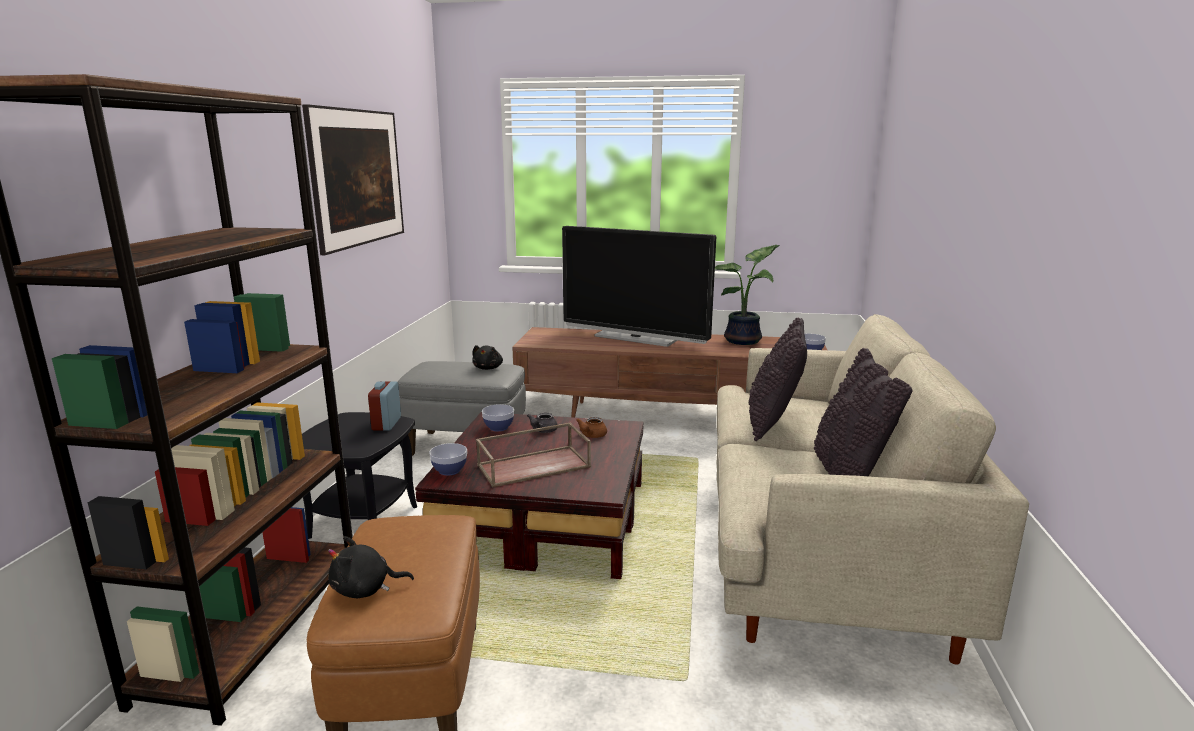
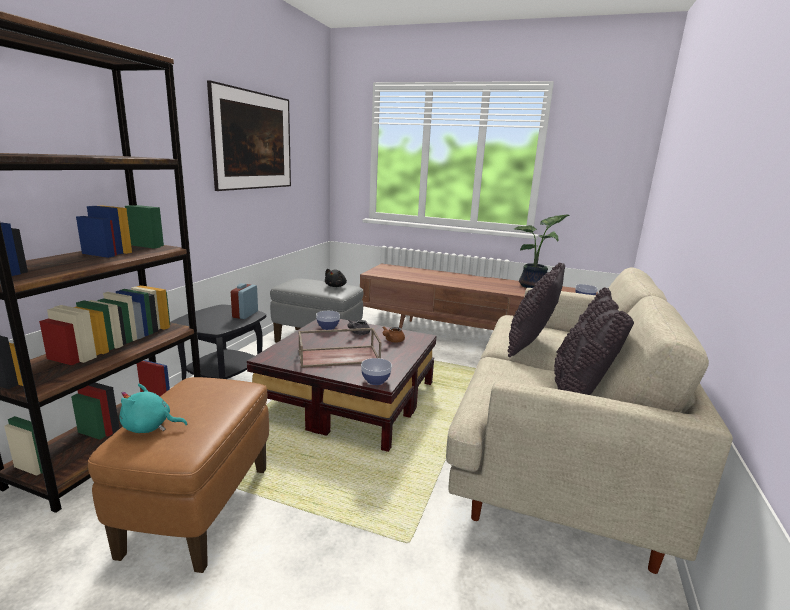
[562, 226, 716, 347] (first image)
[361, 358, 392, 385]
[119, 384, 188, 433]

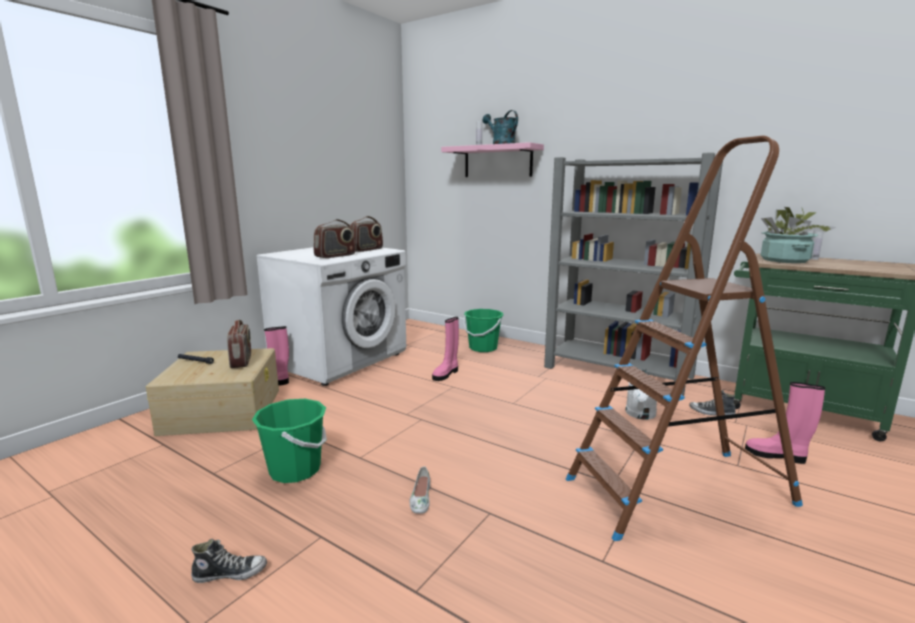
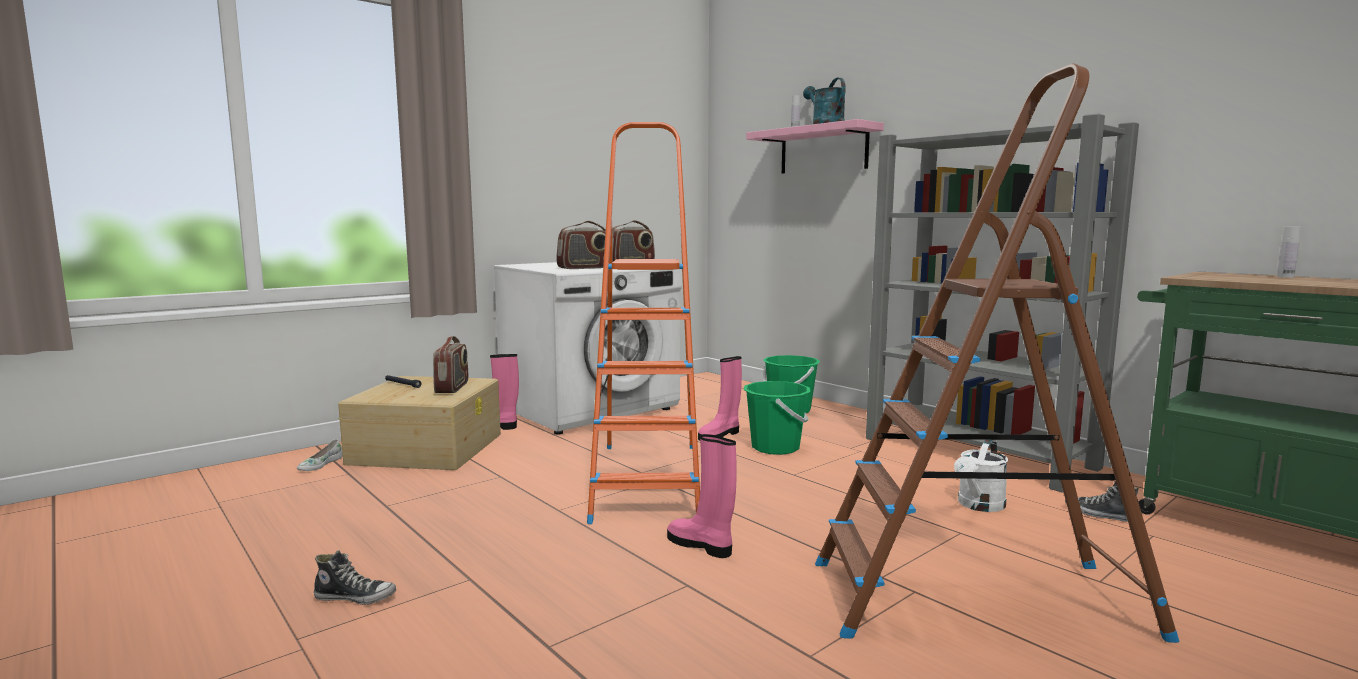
[761, 207, 836, 263] (first image)
[587, 122, 700, 524]
[744, 381, 811, 455]
[297, 439, 343, 471]
[667, 434, 737, 558]

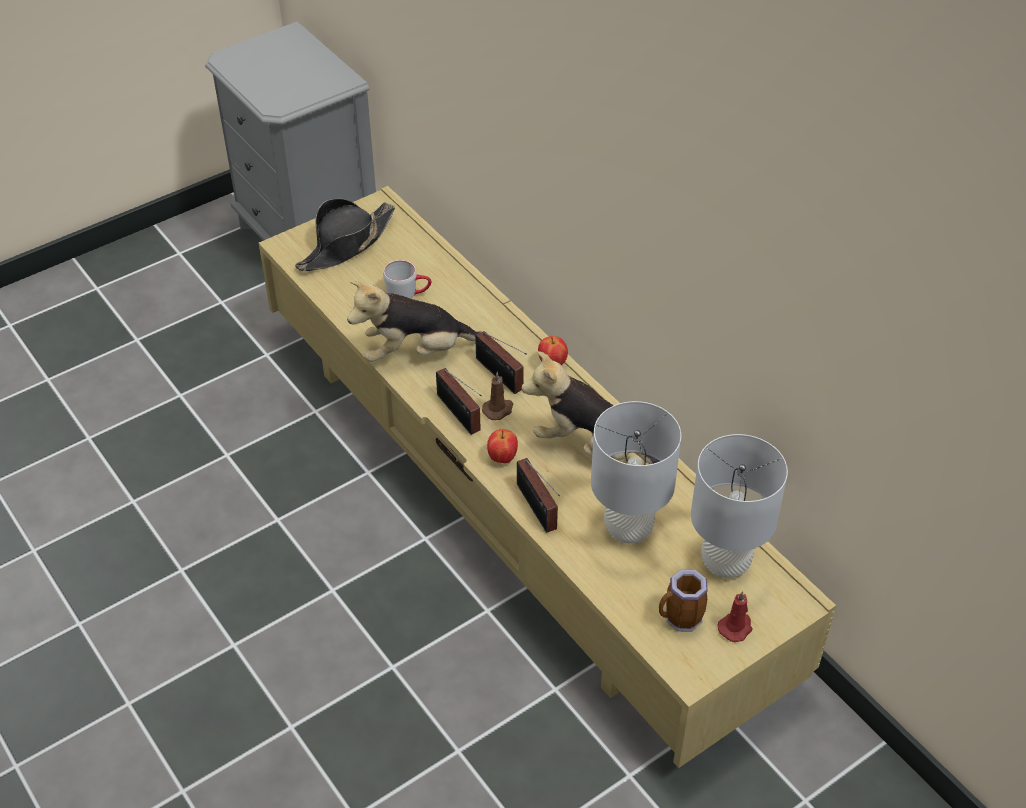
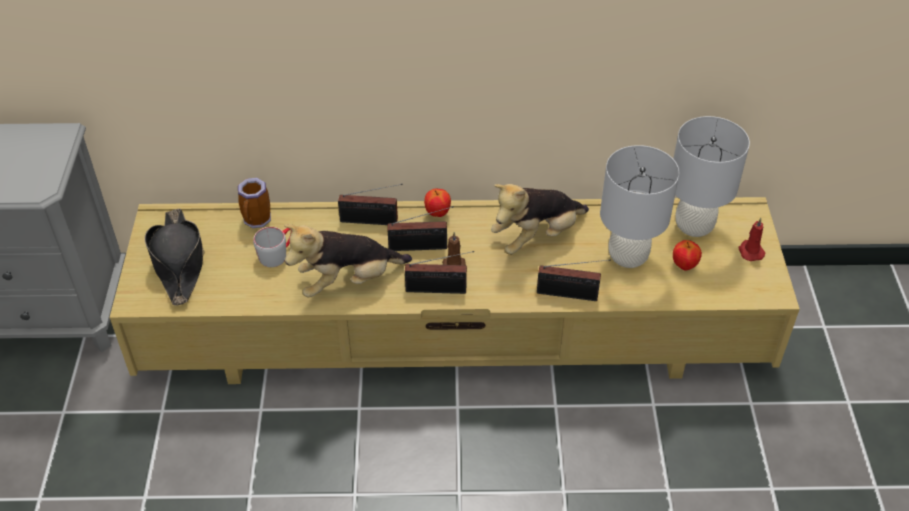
[338, 184, 403, 225]
[673, 240, 702, 271]
[238, 178, 271, 228]
[284, 224, 412, 297]

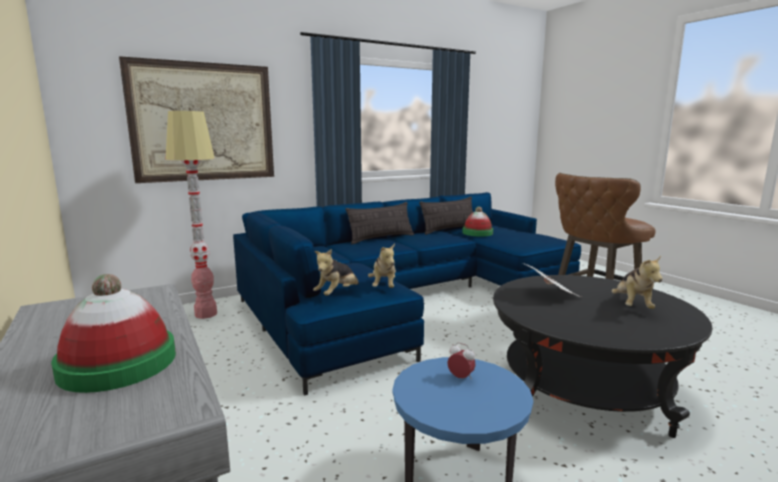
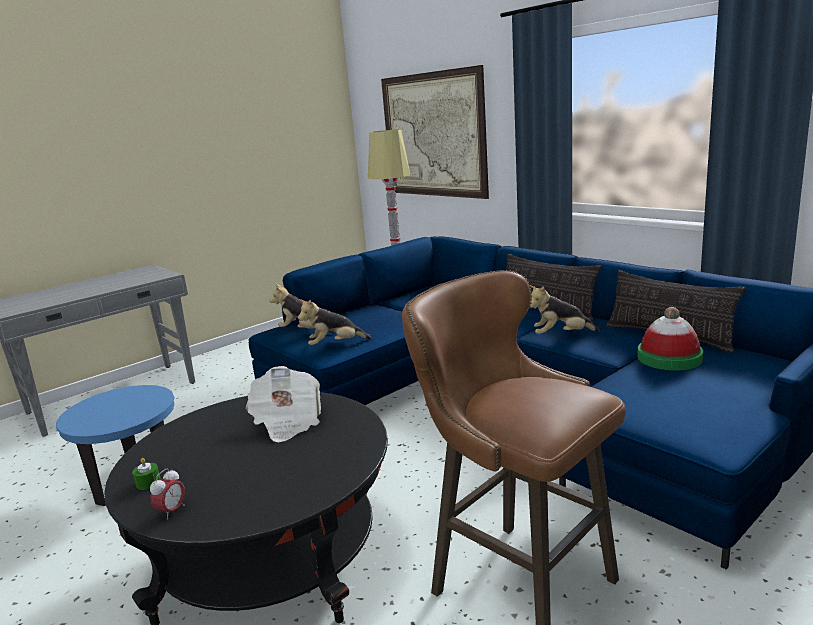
[51, 274, 176, 393] (first image)
[132, 458, 161, 490]
[150, 468, 185, 520]
[530, 285, 600, 334]

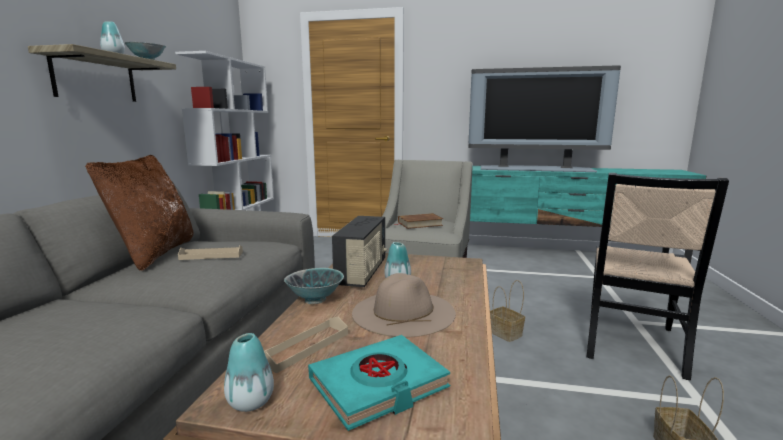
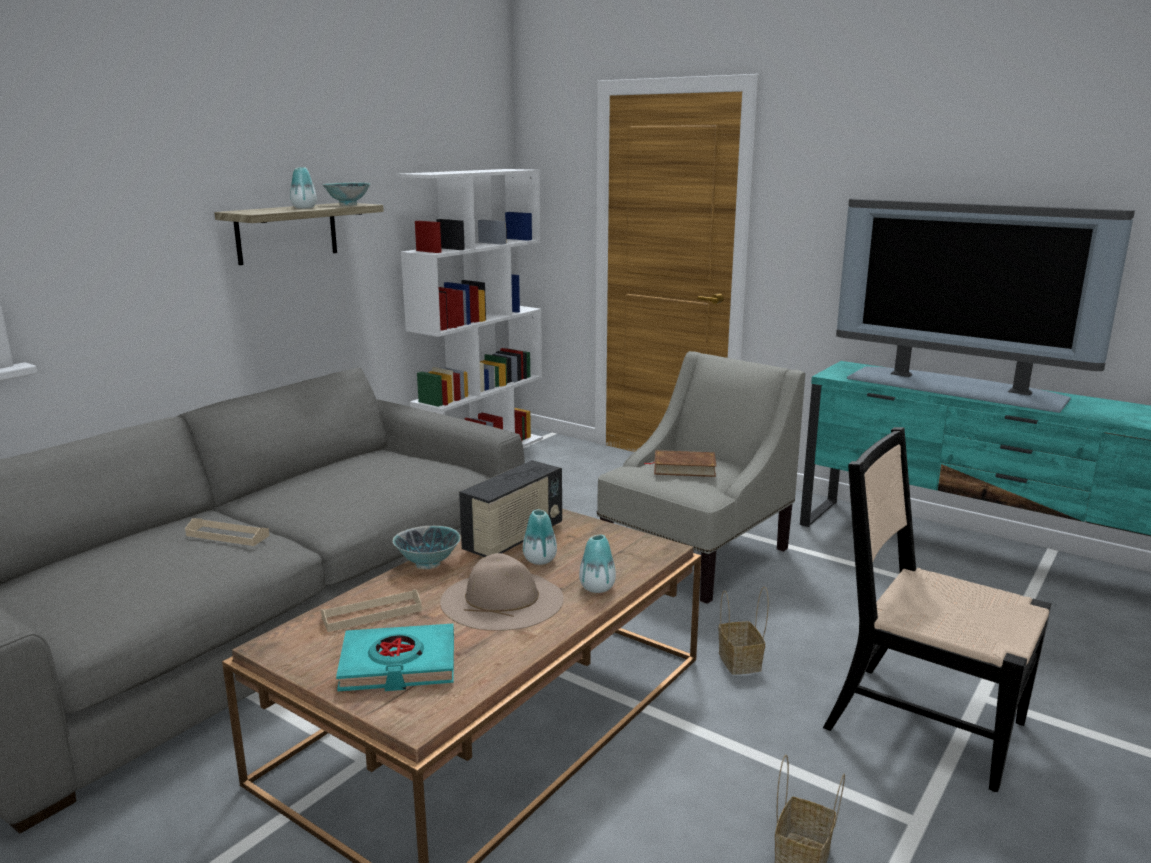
[85, 155, 194, 271] (first image)
[185, 518, 269, 546]
[579, 534, 616, 593]
[823, 427, 1051, 793]

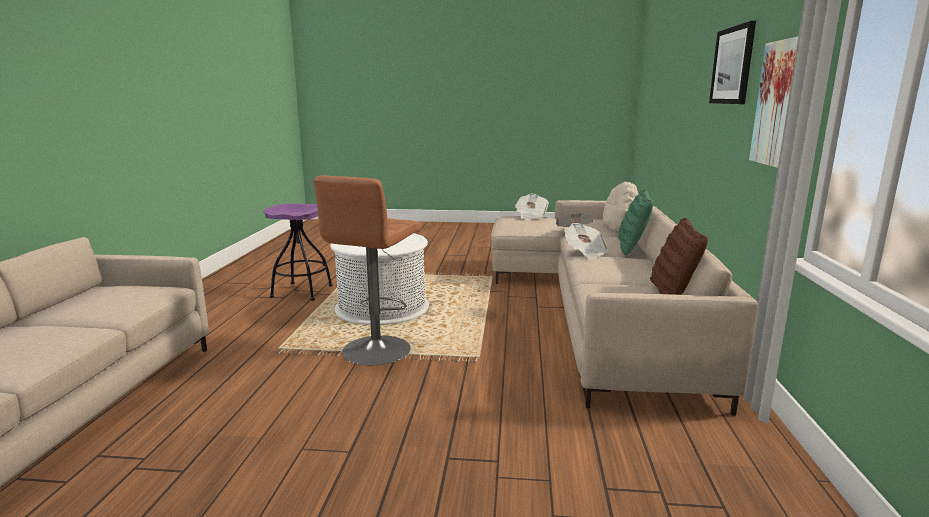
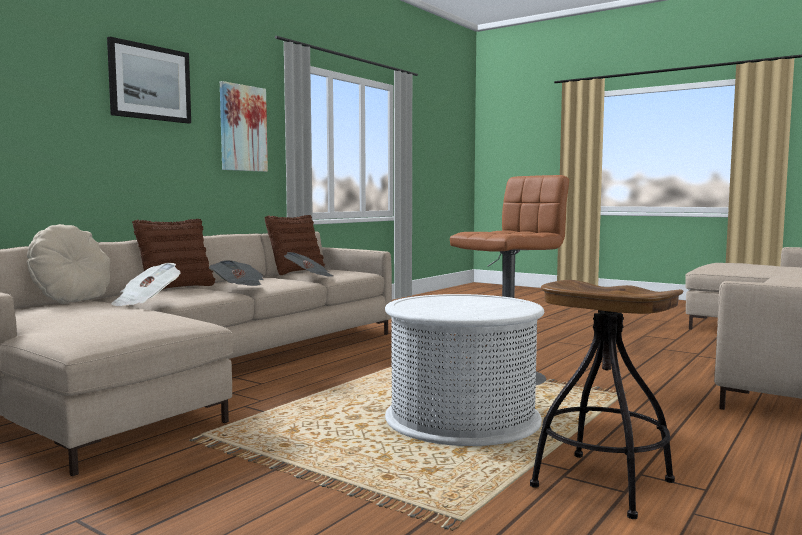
[284, 252, 333, 277]
[530, 280, 684, 519]
[132, 219, 216, 289]

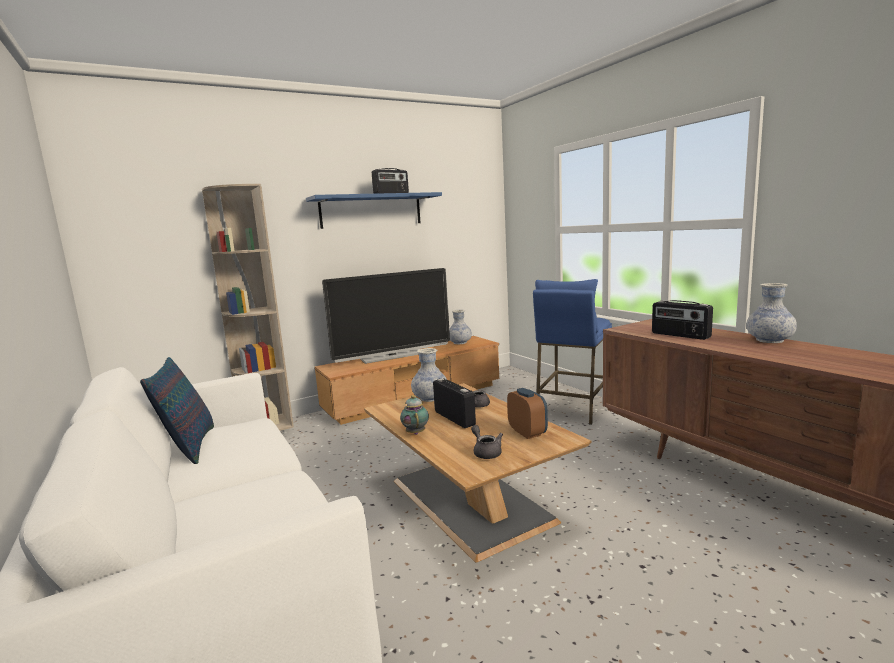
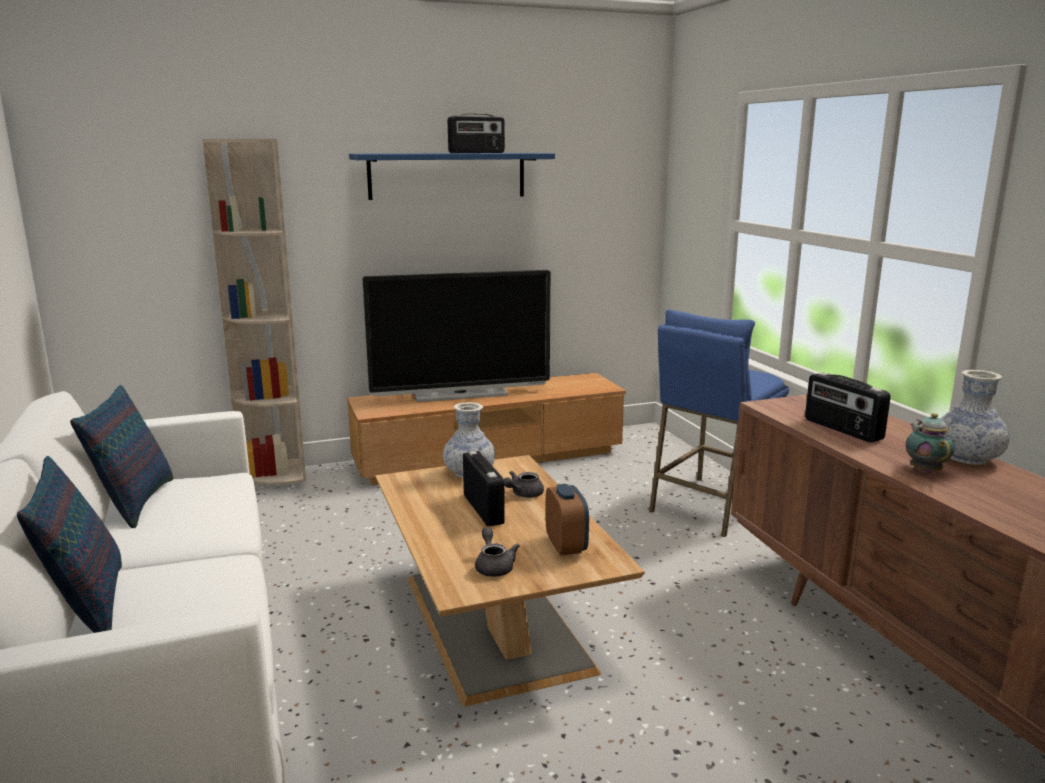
[449, 310, 472, 344] (first image)
[17, 456, 122, 633]
[906, 413, 954, 473]

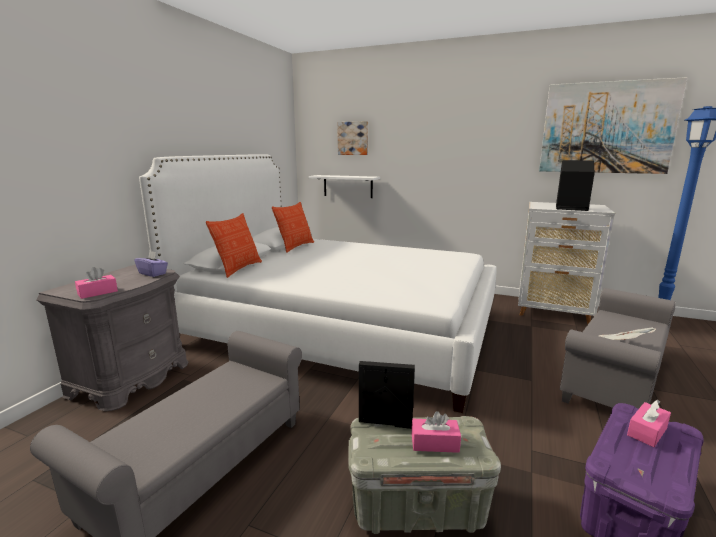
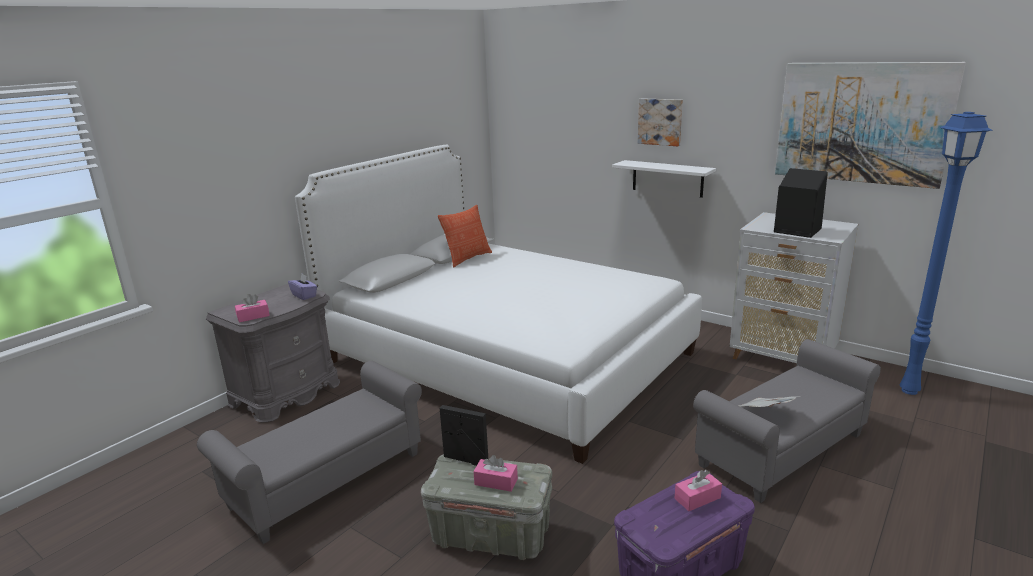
[206, 213, 262, 278] (first image)
[612, 160, 716, 198]
[638, 98, 683, 146]

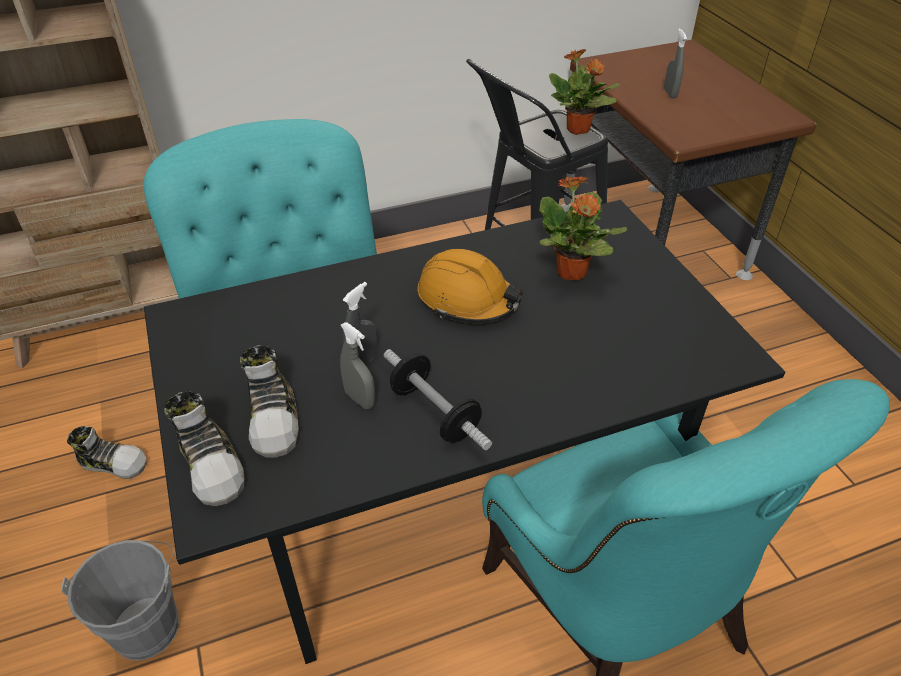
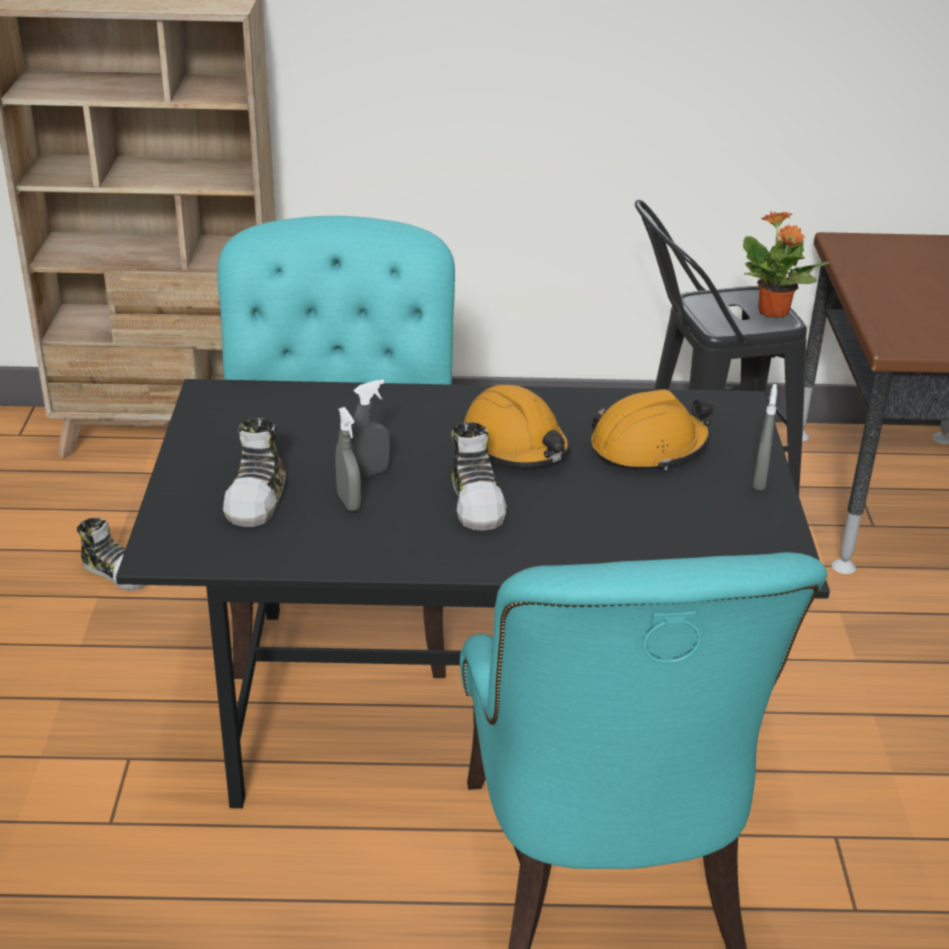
[61, 540, 179, 660] (first image)
[383, 349, 492, 450] (first image)
[451, 422, 507, 531]
[753, 384, 777, 491]
[591, 389, 714, 470]

